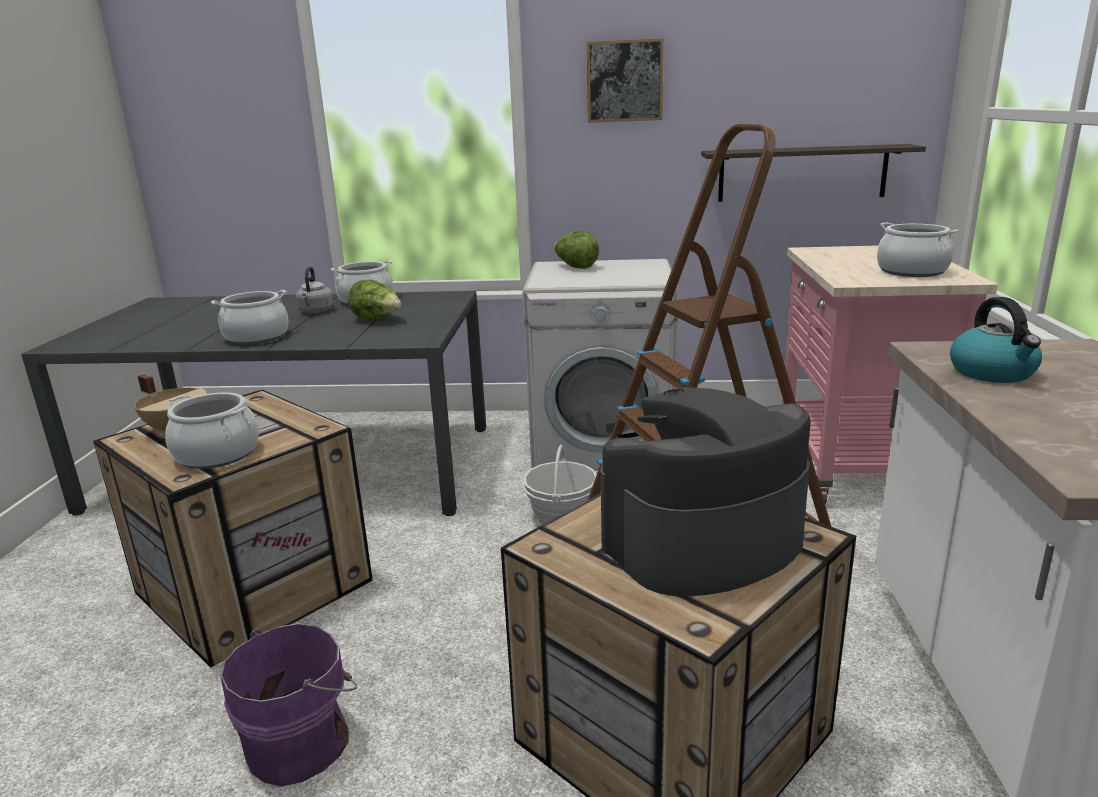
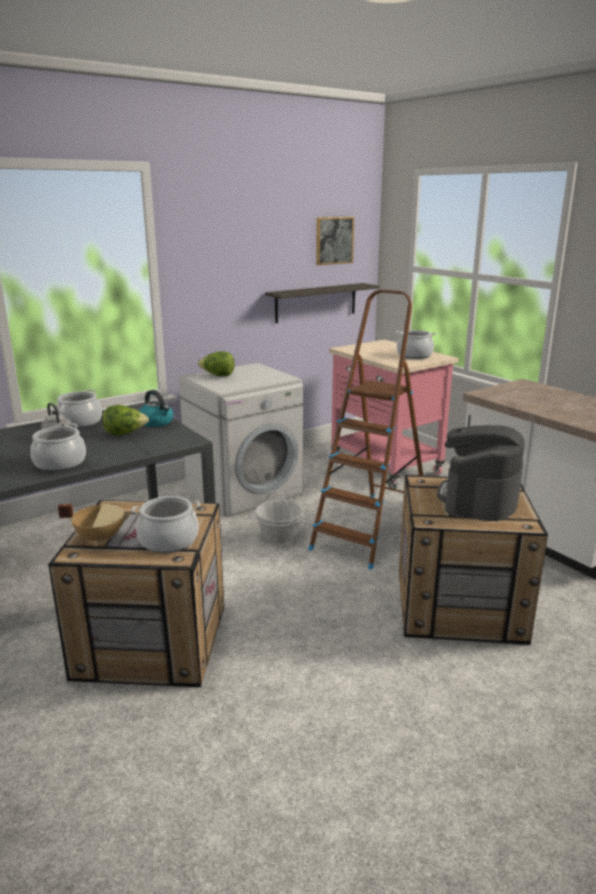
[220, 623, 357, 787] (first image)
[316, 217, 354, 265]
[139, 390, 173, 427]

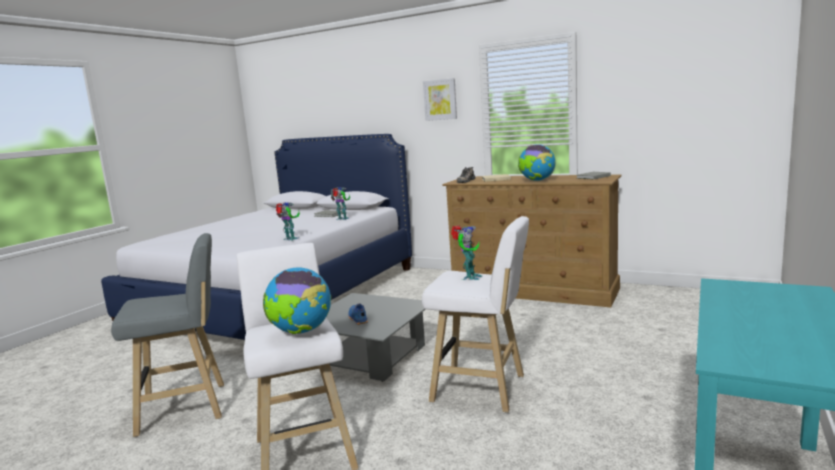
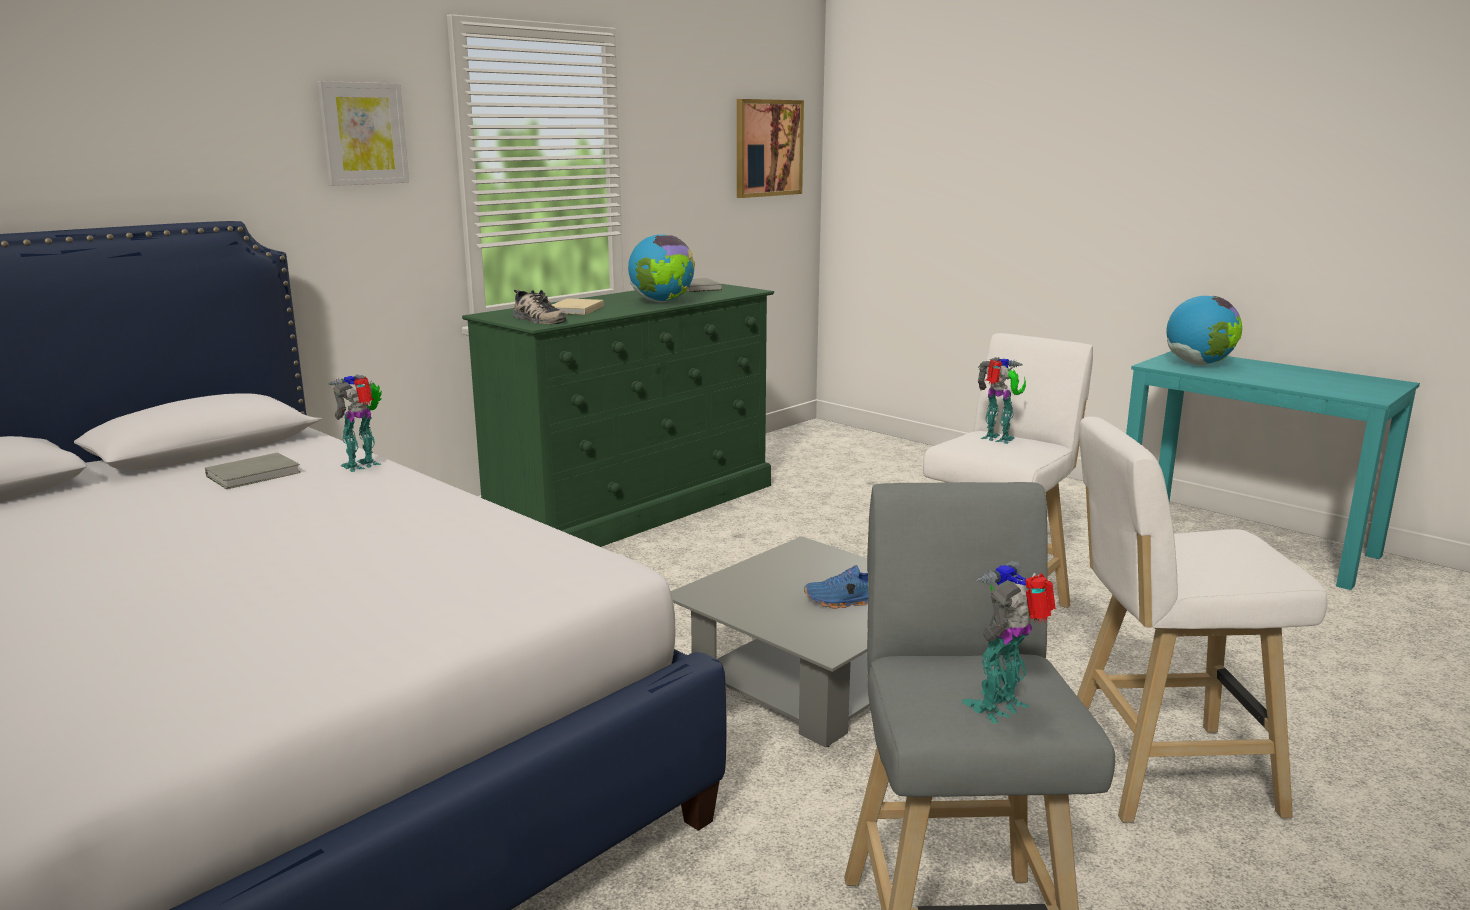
[737, 99, 804, 198]
[1166, 296, 1242, 365]
[962, 561, 1056, 724]
[462, 284, 774, 547]

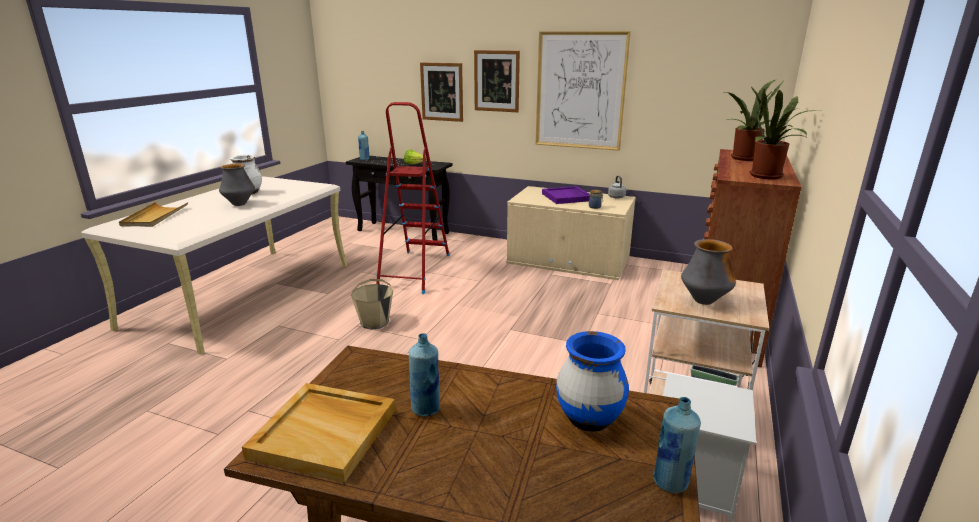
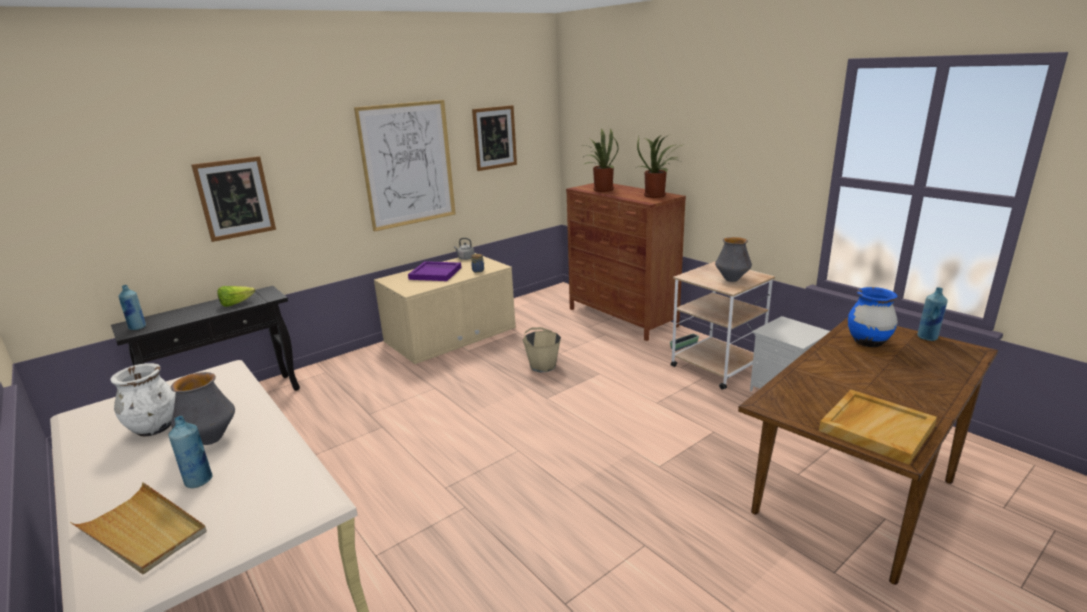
[376, 102, 450, 294] (first image)
[523, 327, 561, 373]
[169, 416, 212, 488]
[472, 105, 517, 171]

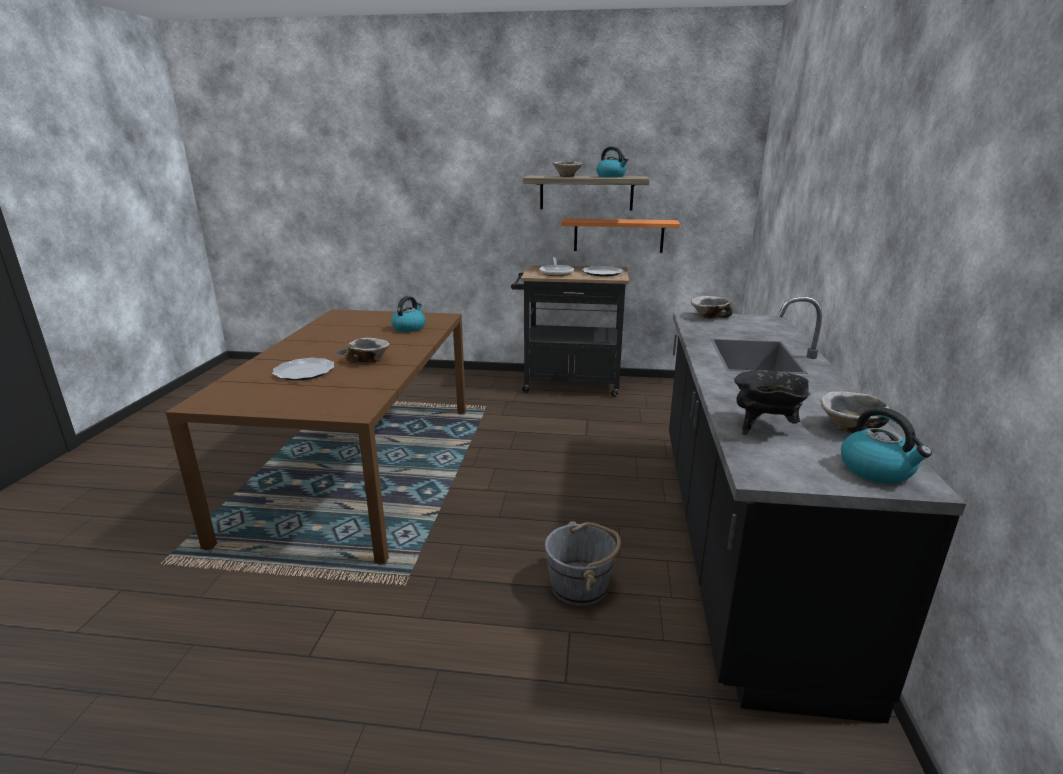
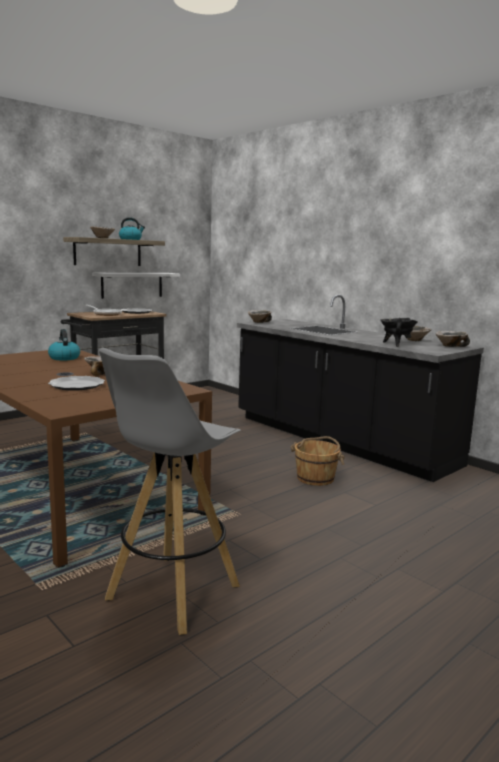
[99, 347, 241, 635]
[436, 331, 470, 347]
[291, 436, 345, 486]
[92, 273, 180, 299]

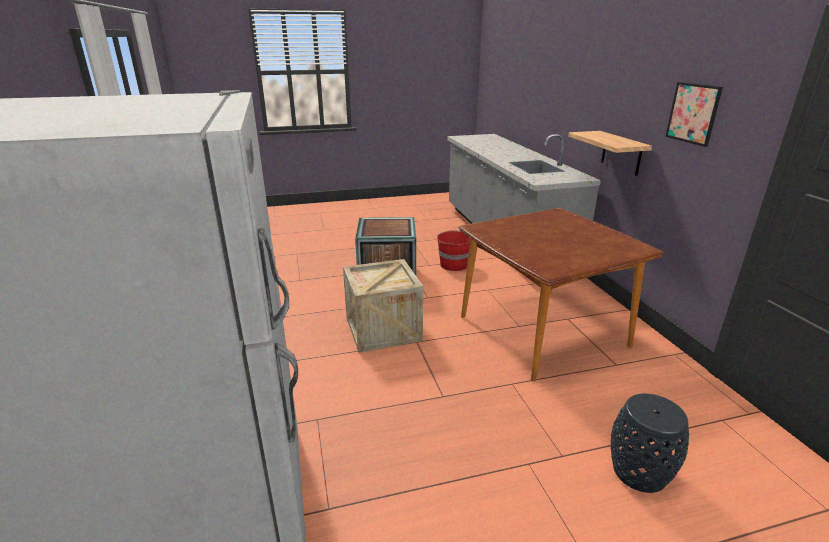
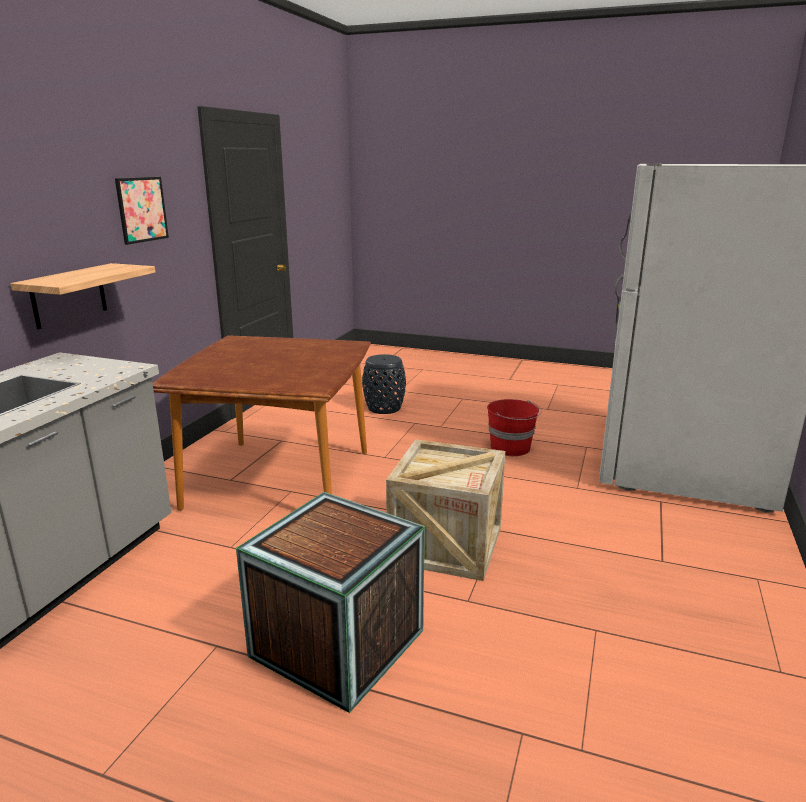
[487, 399, 541, 456]

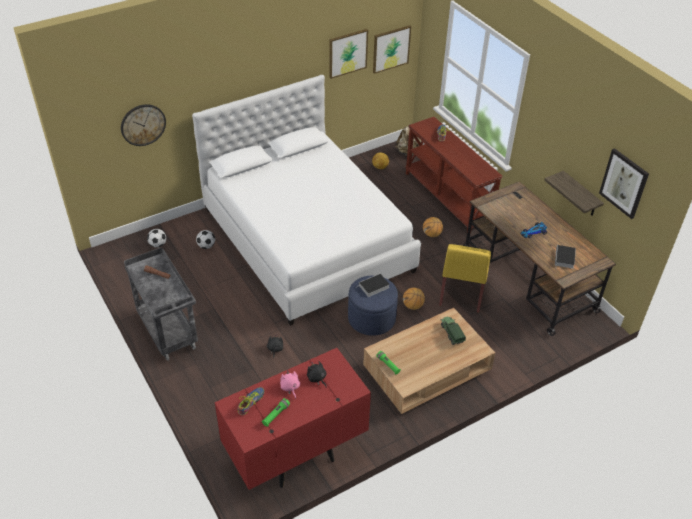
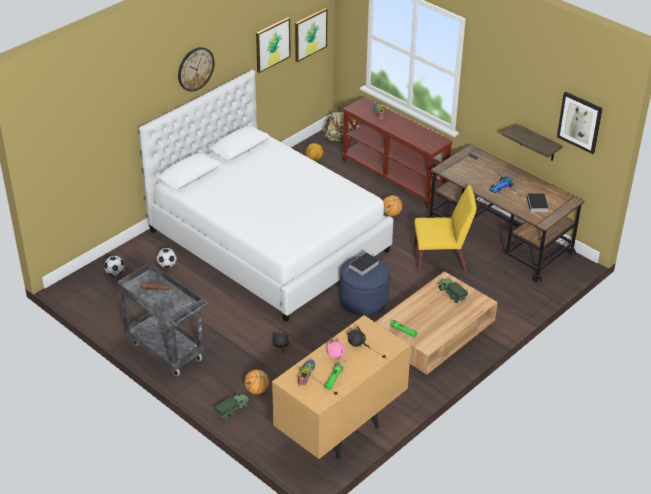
[215, 394, 251, 420]
[178, 47, 215, 92]
[244, 370, 269, 394]
[272, 315, 411, 460]
[414, 185, 477, 274]

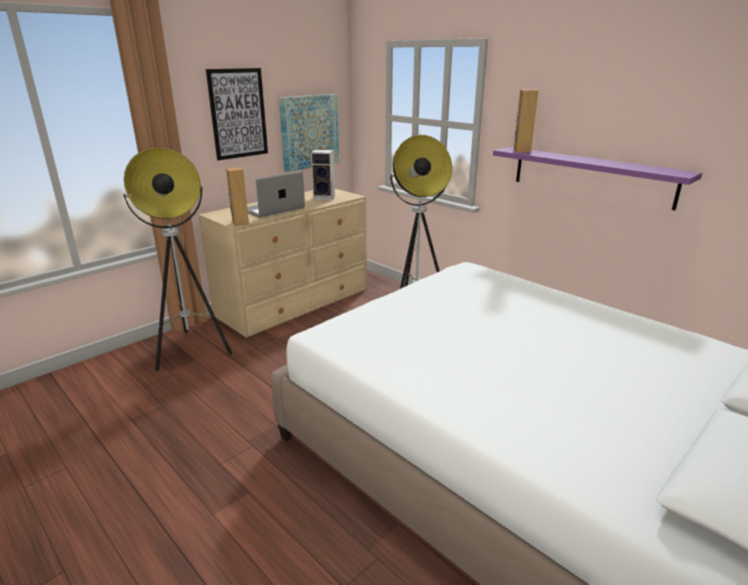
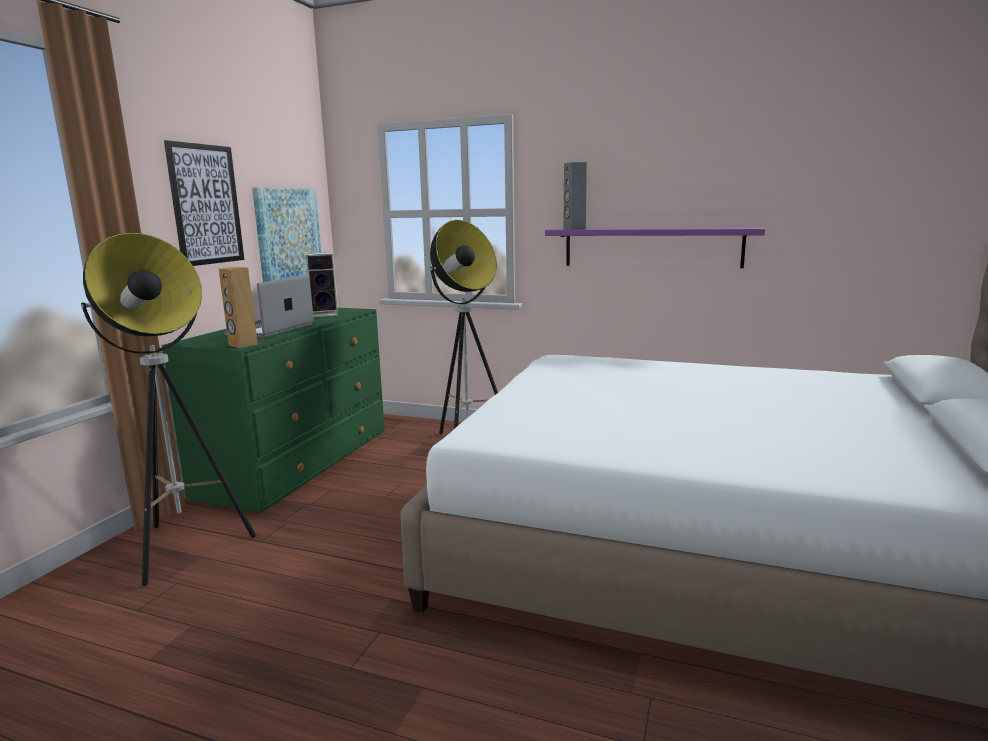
[162, 308, 385, 513]
[563, 162, 587, 229]

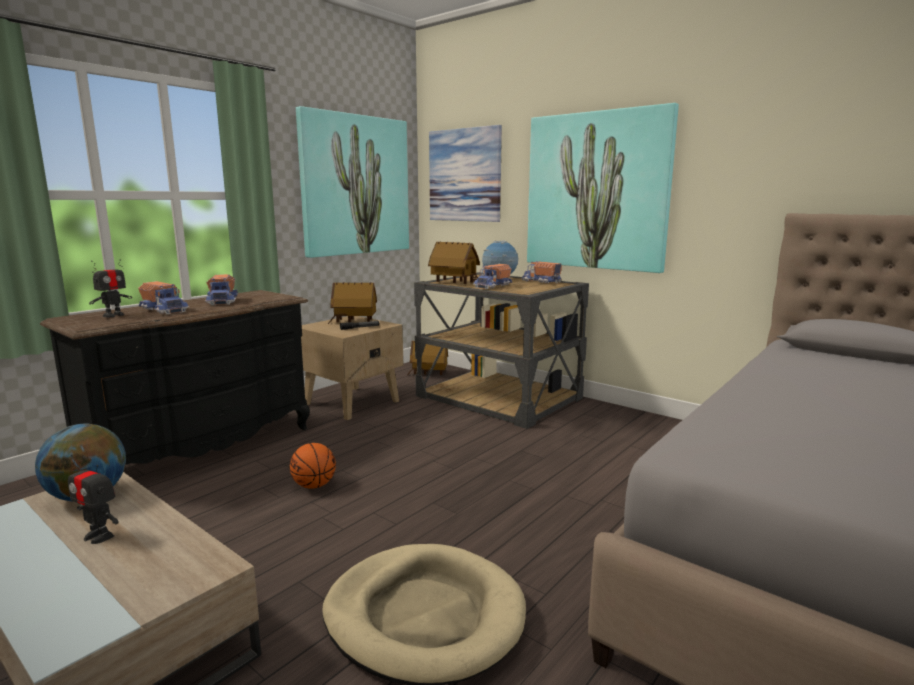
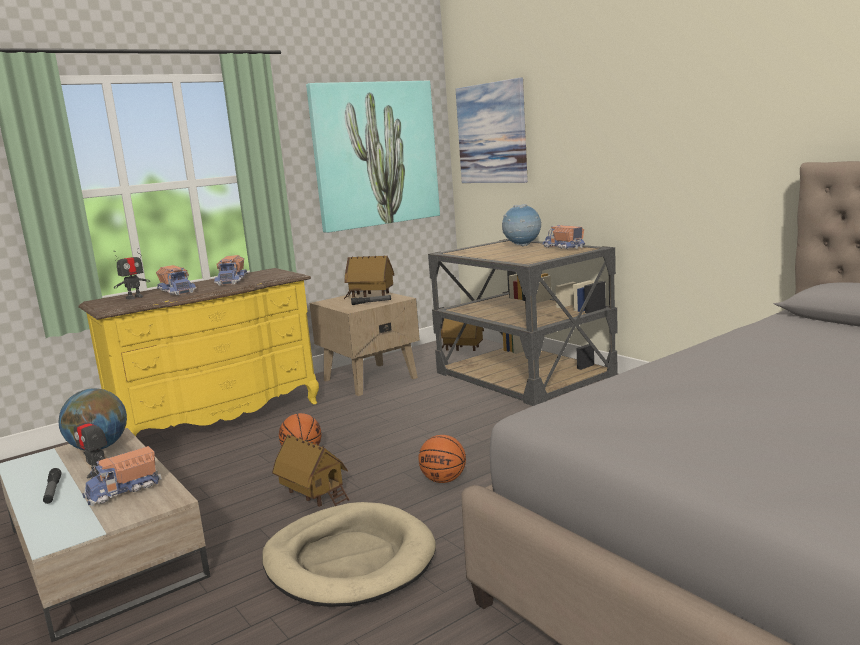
[527, 103, 679, 273] (first image)
[43, 468, 62, 504]
[418, 435, 466, 483]
[272, 434, 349, 507]
[82, 446, 162, 506]
[78, 268, 319, 436]

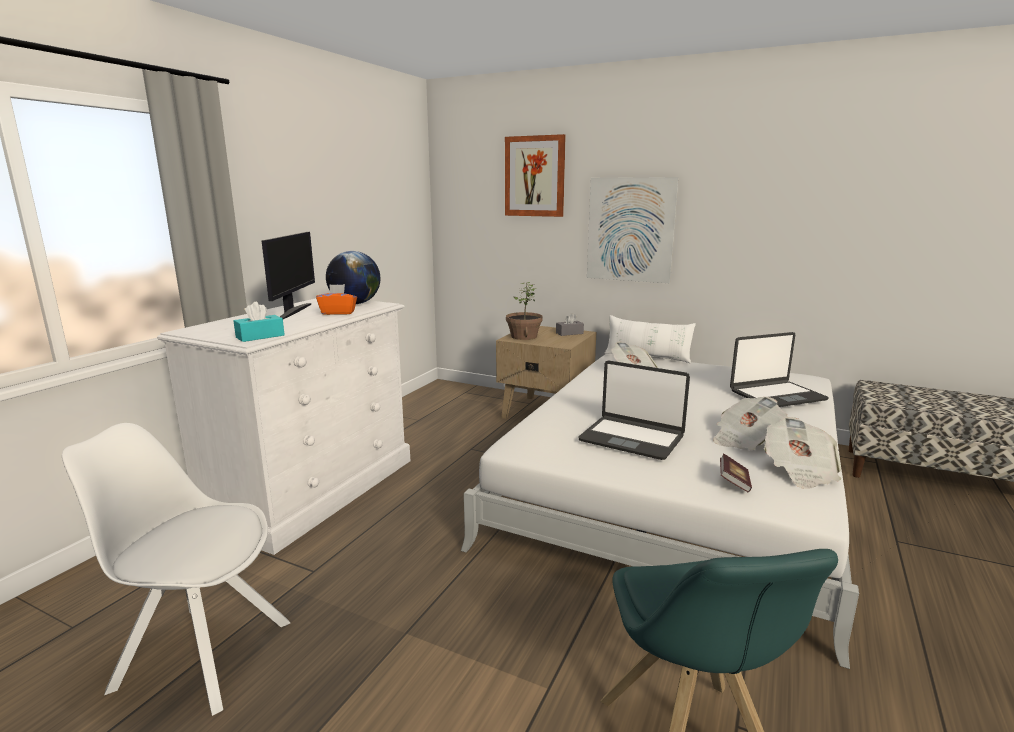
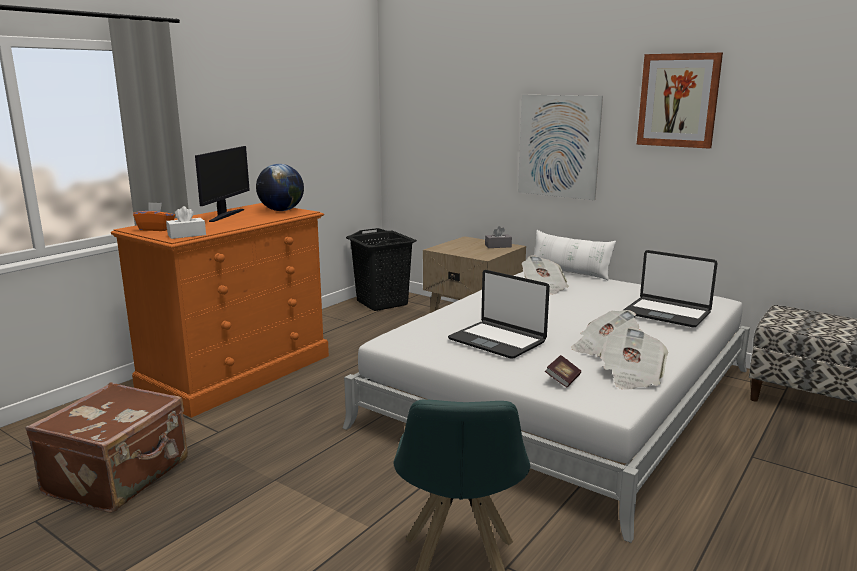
[506, 282, 543, 340] (first image)
[346, 228, 417, 311]
[133, 202, 175, 231]
[637, 53, 723, 149]
[25, 383, 188, 513]
[111, 203, 329, 418]
[166, 206, 206, 239]
[623, 250, 718, 328]

